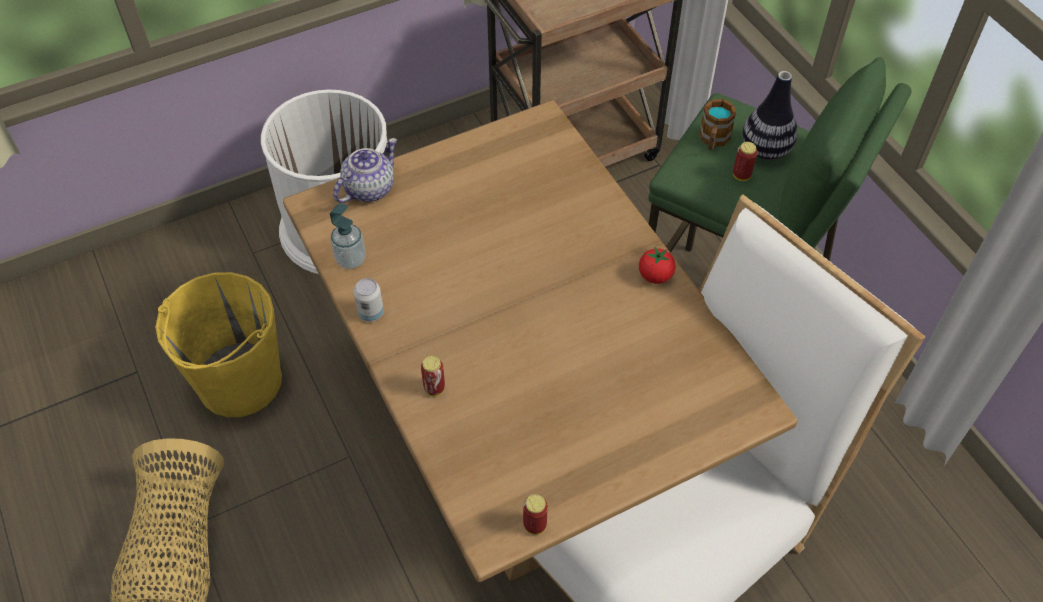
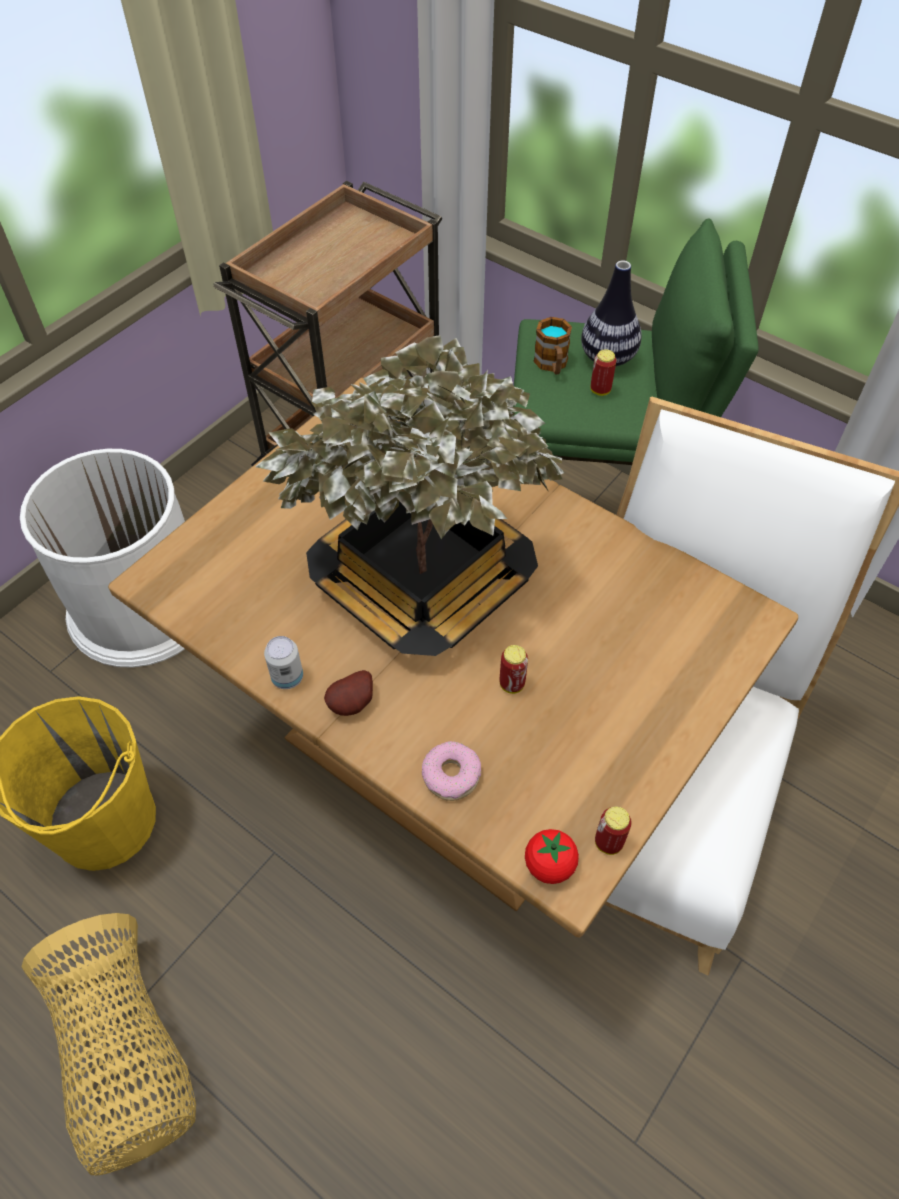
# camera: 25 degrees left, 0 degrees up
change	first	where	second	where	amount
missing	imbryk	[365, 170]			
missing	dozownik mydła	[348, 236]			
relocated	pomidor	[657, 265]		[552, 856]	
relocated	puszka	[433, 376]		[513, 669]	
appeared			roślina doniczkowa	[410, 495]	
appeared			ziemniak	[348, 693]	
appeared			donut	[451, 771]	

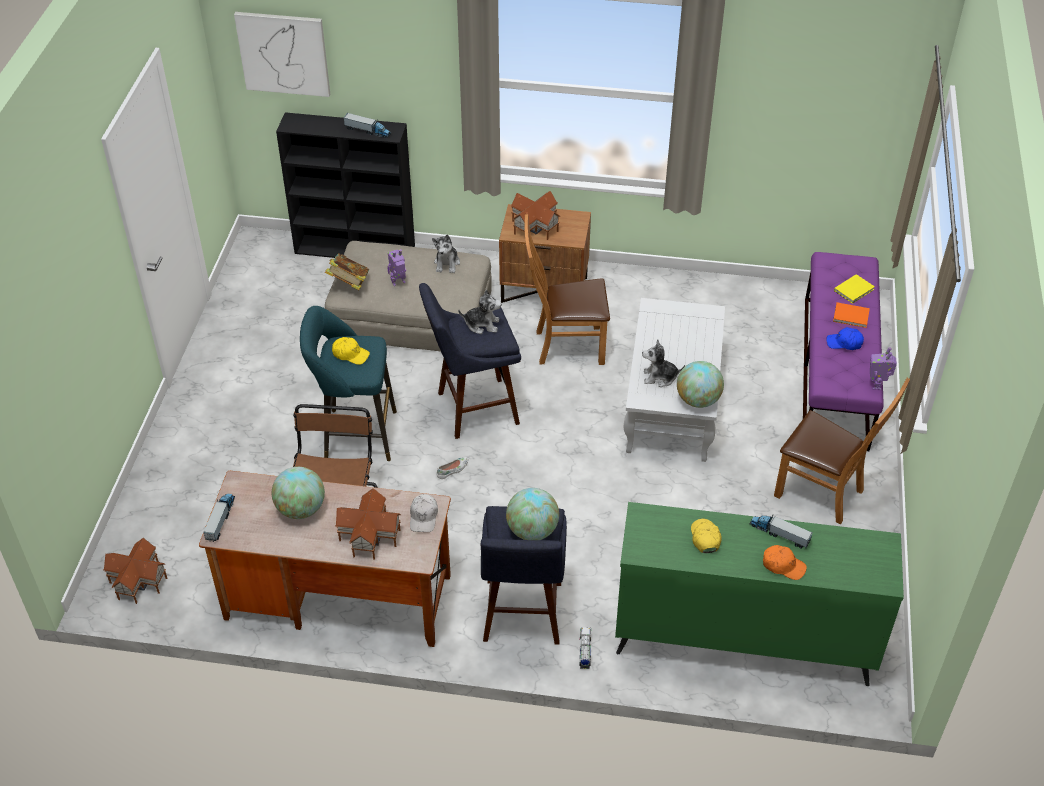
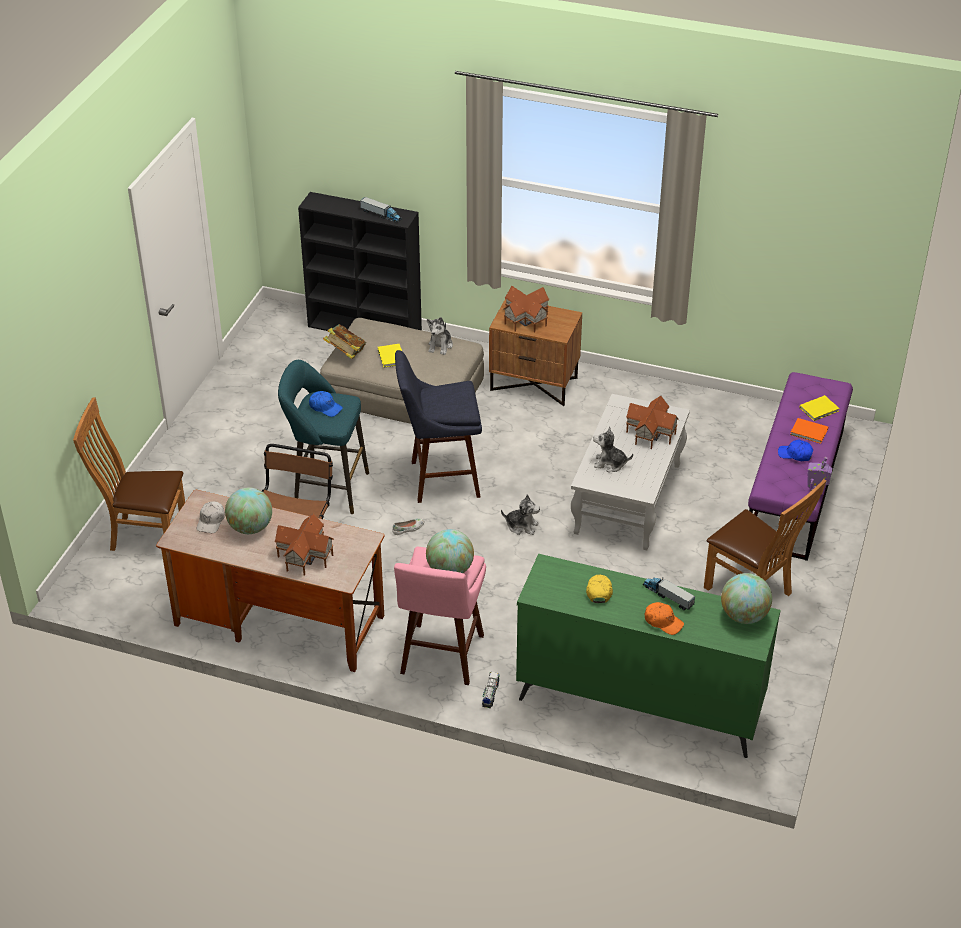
# camera: 10 degrees right, 5 degrees down
change	first	where	second	where	amount
missing	obraz	[282, 54]			
relocated	krzesło (brązowy)	[567, 289]		[129, 474]	
exchanged	robot zabawkowy	[396, 267]	książka (żółty)	[390, 355]	
relocated	pluszak	[480, 311]		[520, 514]	
colour	czapka z daszkiem (żółty)	[351, 351]	czapka z daszkiem (niebieski)	[326, 404]	
relocated	globus	[700, 384]		[746, 598]	
missing	ciężarówka zabawkowa	[219, 518]			
relocated	czapka z daszkiem (biały)	[424, 513]		[211, 517]	
colour	stołek (niebieski)	[524, 575]	stołek (różowy)	[440, 616]	
relocated	domek	[135, 571]		[652, 422]	

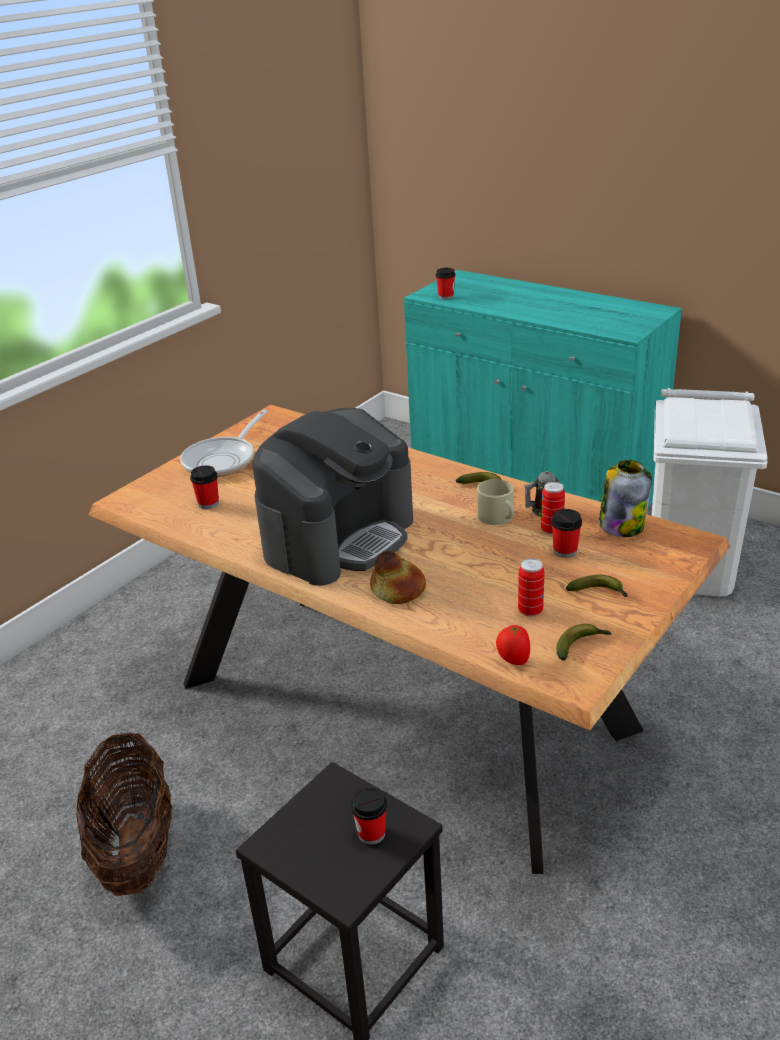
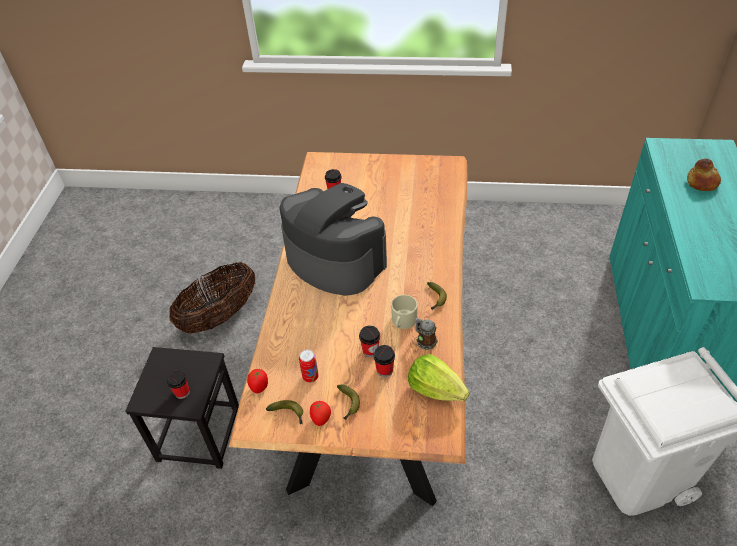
# camera: 60 degrees right, 15 degrees up
change	first	where	second	where	amount
relocated	filiżanka	[445, 284]		[369, 341]	
spun	ekspres do kawy	[332, 497]		[333, 239]	150 degrees counterclockwise
missing	patelnia	[224, 443]			
exchanged	słoik	[625, 498]	sałata	[439, 377]	
missing	puszka	[553, 508]			
relocated	chleb	[398, 577]		[704, 175]	
appeared			pomidor	[320, 413]	

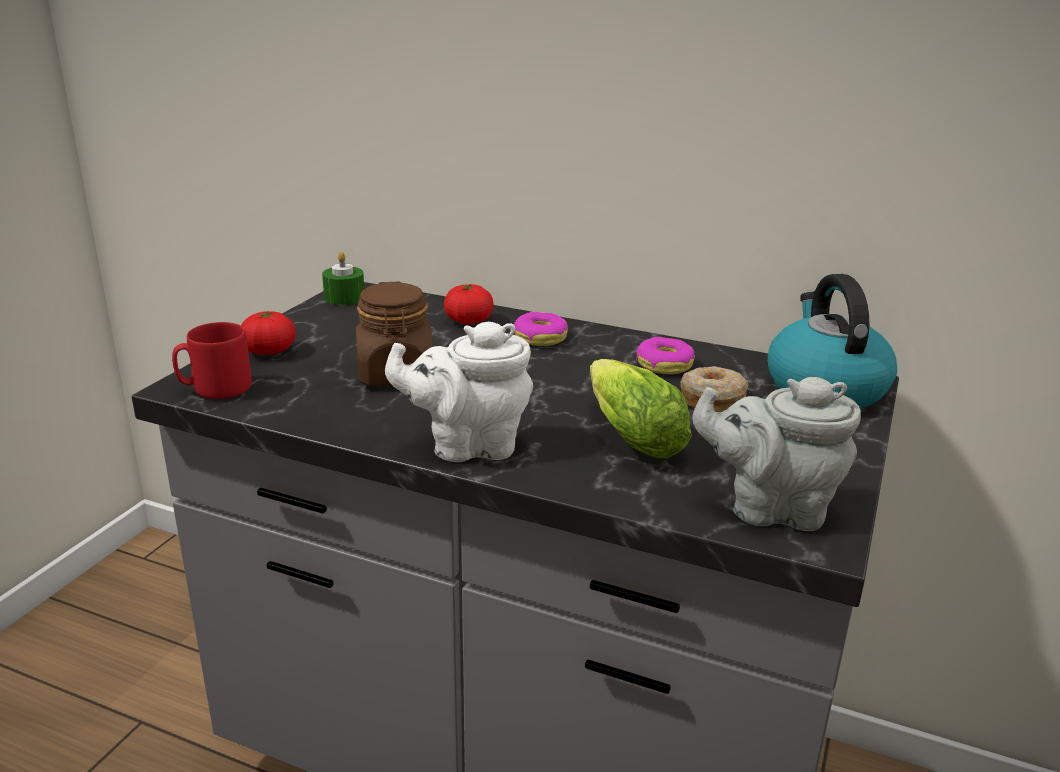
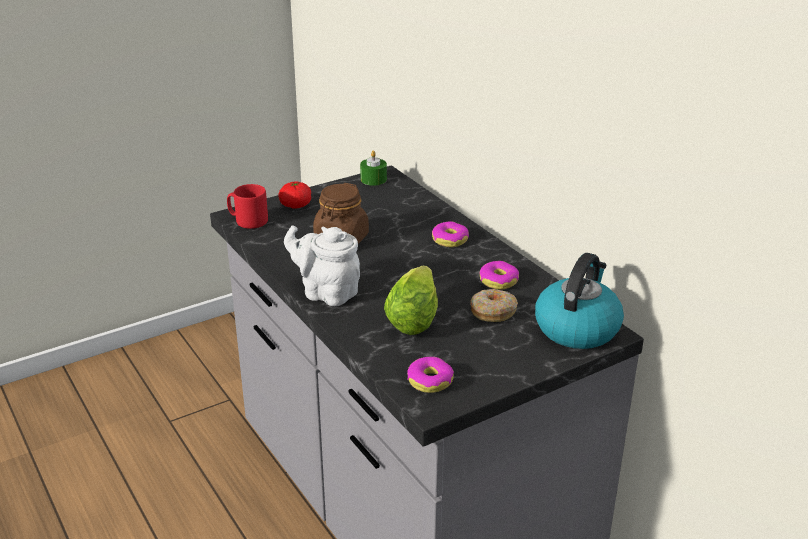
# camera: 35 degrees right, 5 degrees up
change	first	where	second	where	amount
missing	pomidor	[469, 304]			
exchanged	imbryk (szary)	[777, 454]	donut	[430, 375]	

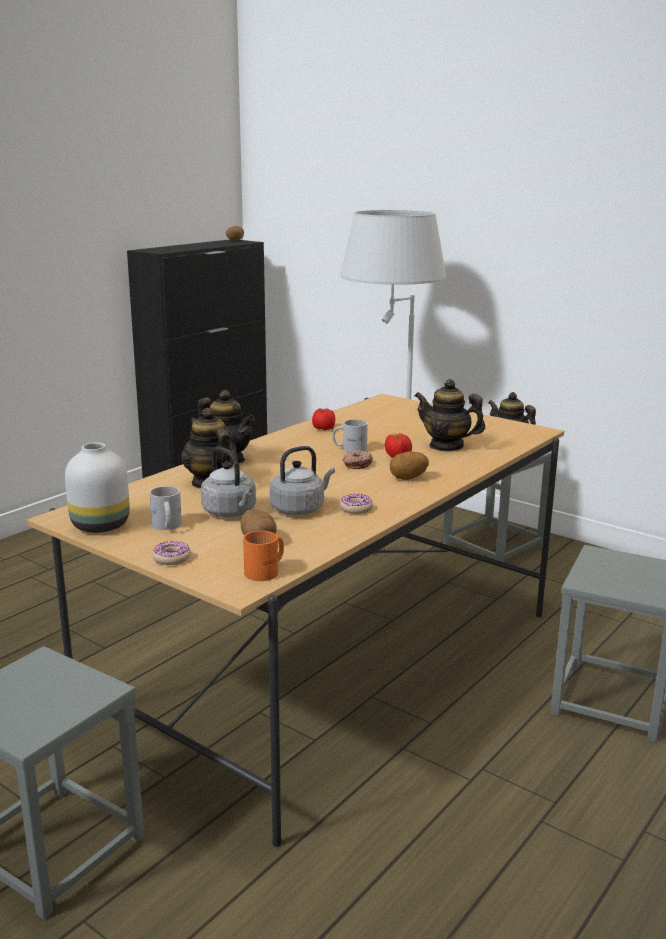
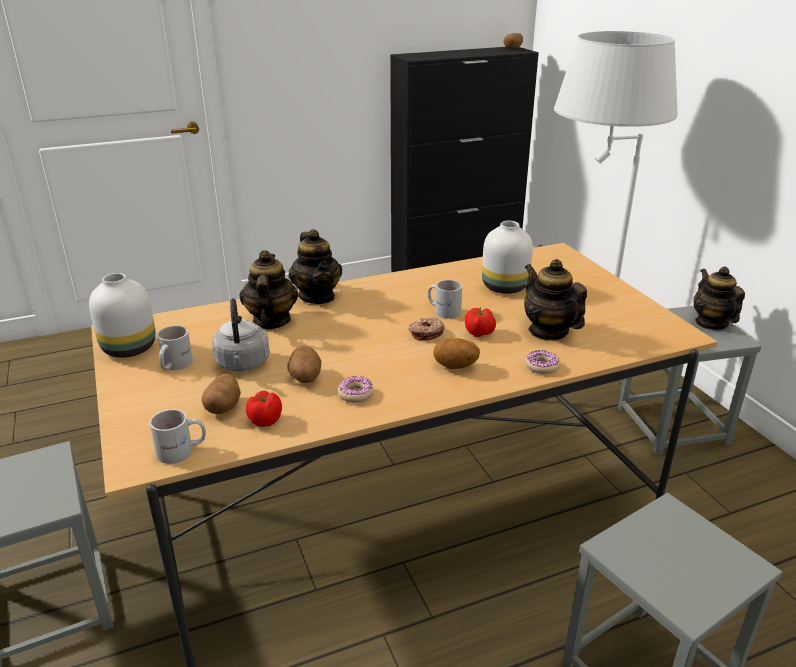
# camera: 30 degrees right, 10 degrees up
change	first	where	second	where	amount
relocated	pomidor	[323, 419]		[264, 409]	
exchanged	czajnik (szary)	[302, 480]	ziemniak	[304, 364]	
colour	kubek (pomarańczowy)	[263, 556]	kubek (biały)	[177, 436]	
relocated	donut	[171, 553]		[542, 362]	
appeared			wazon (biały)	[507, 257]	

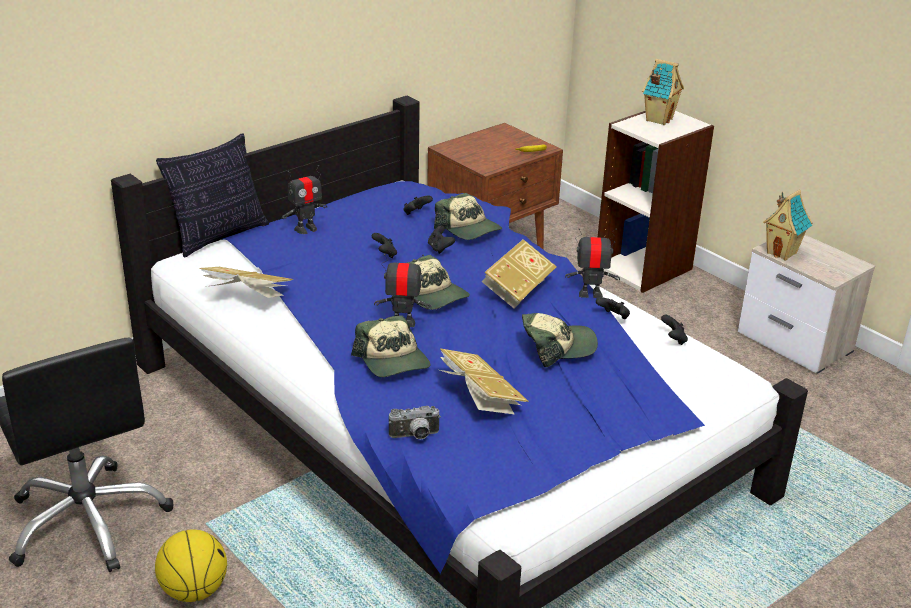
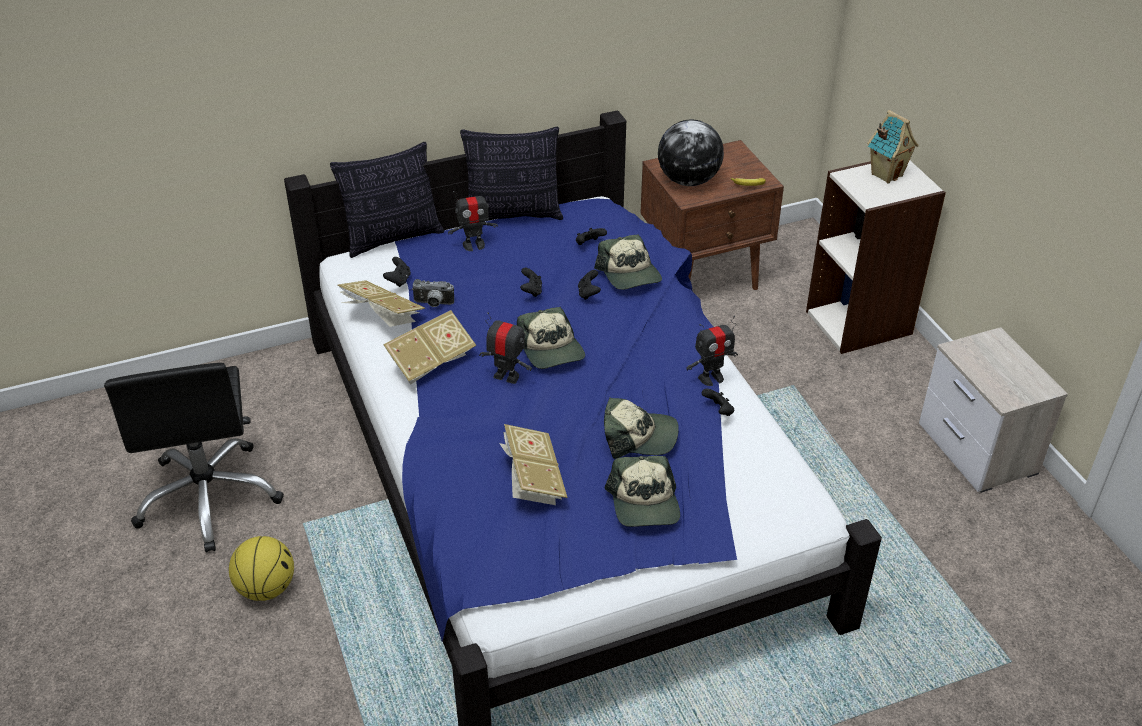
# camera: 20 degrees right, 10 degrees up
change	first	where	second	where	amount
missing	domek	[787, 225]			
spun	robot zabawkowy	[592, 263]		[712, 351]	135 degrees clockwise
relocated	książka	[519, 274]		[429, 347]	
relocated	czapka z daszkiem	[390, 346]		[642, 491]	
relocated	pad do gier (czarny)	[674, 330]		[397, 272]	
relocated	aparat fotograficzny	[415, 422]		[433, 293]	
appeared			globus	[691, 153]	
appeared			poduszka	[511, 174]	

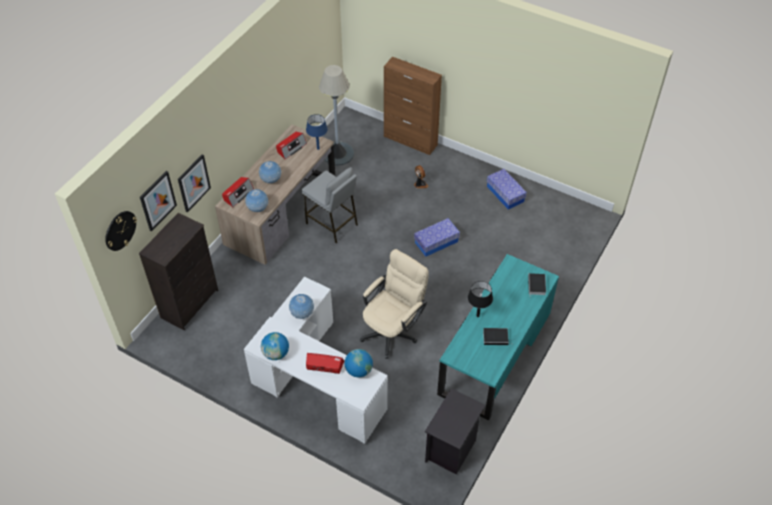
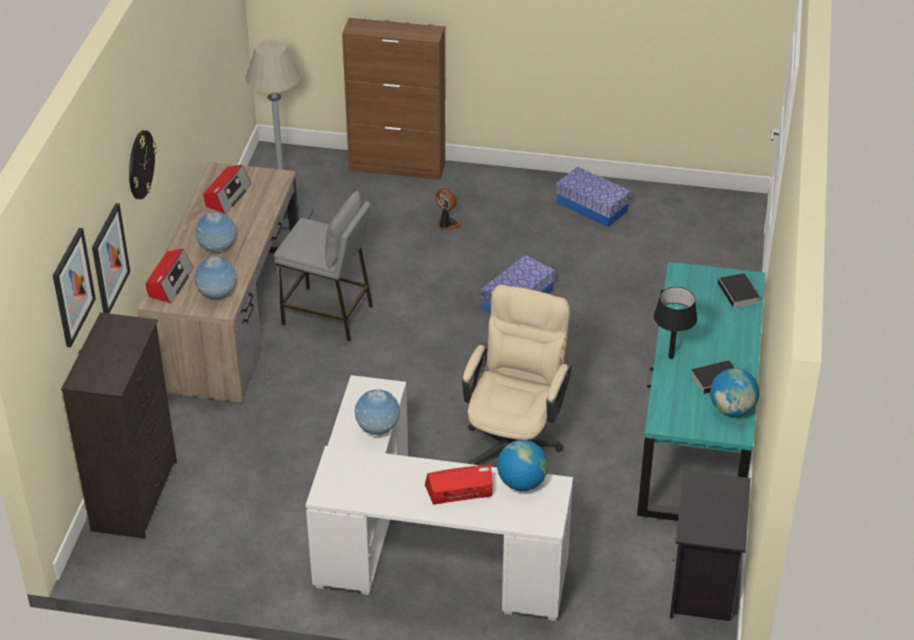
# camera: 20 degrees left, 10 degrees down
change	first	where	second	where	amount
missing	lampa stołowa (niebieski)	[317, 132]			
relocated	zegar ścienny	[121, 231]		[143, 164]	
relocated	globus	[275, 346]		[734, 392]	

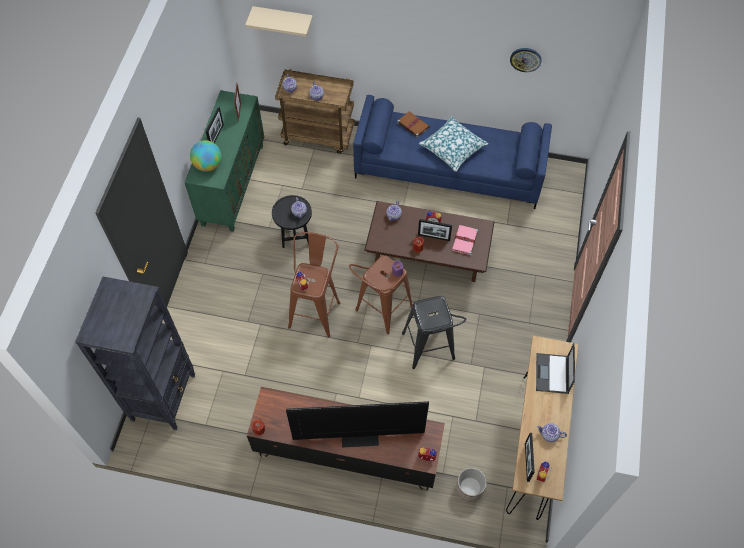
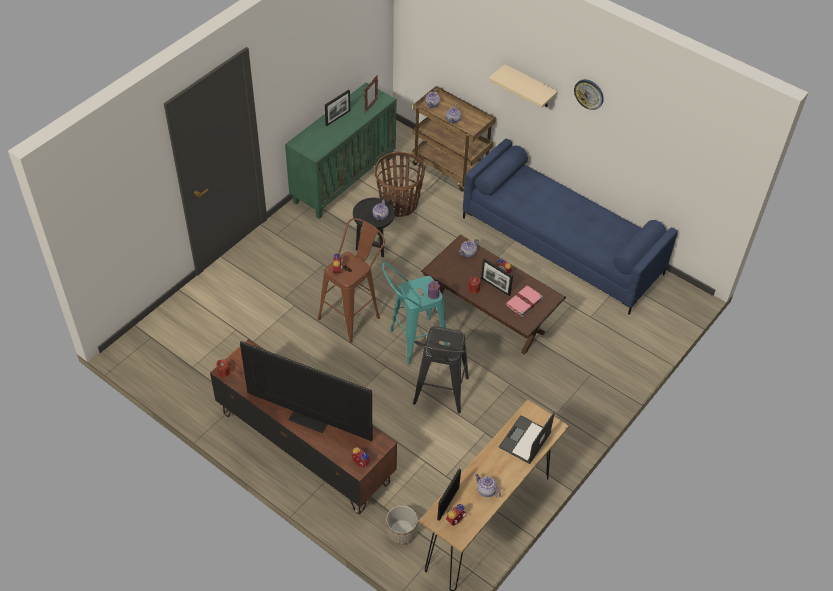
# camera: 25 degrees right, 10 degrees down
change	first	where	second	where	amount
relocated	półka (beżowy)	[279, 21]		[523, 86]	
relocated	zegar ścienny	[526, 60]		[589, 94]	
missing	książka (brązowy)	[413, 124]			
missing	poduszka	[454, 144]			
missing	globus	[205, 156]			
colour	stołek (brązowy)	[381, 295]	stołek (turkusowy)	[415, 313]	
missing	regał (czarny)	[135, 353]			
appeared			koszyk	[400, 184]	

